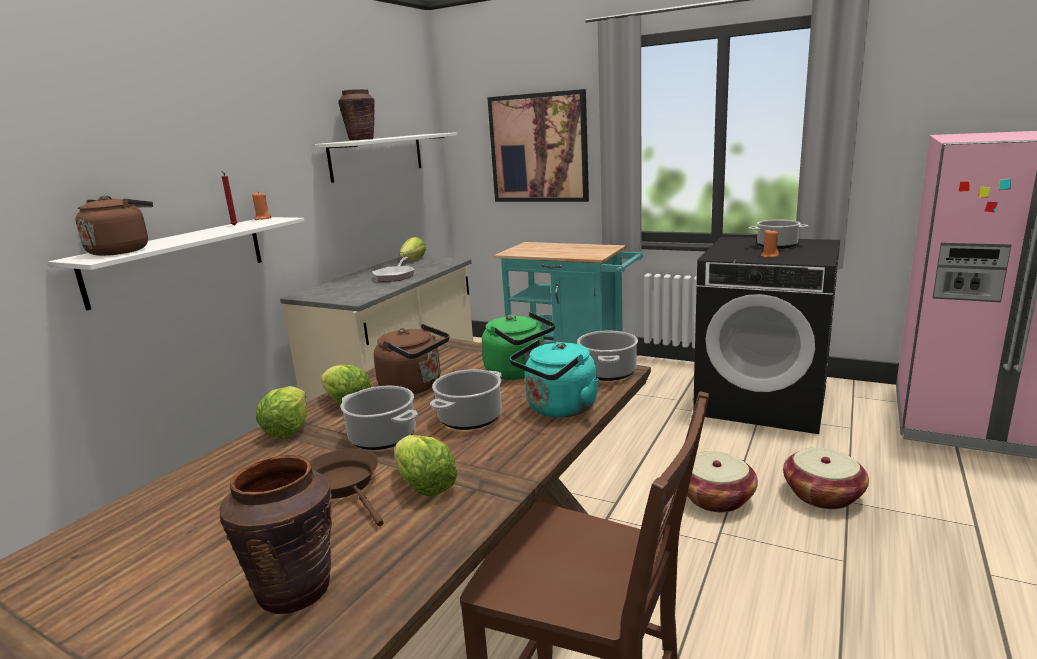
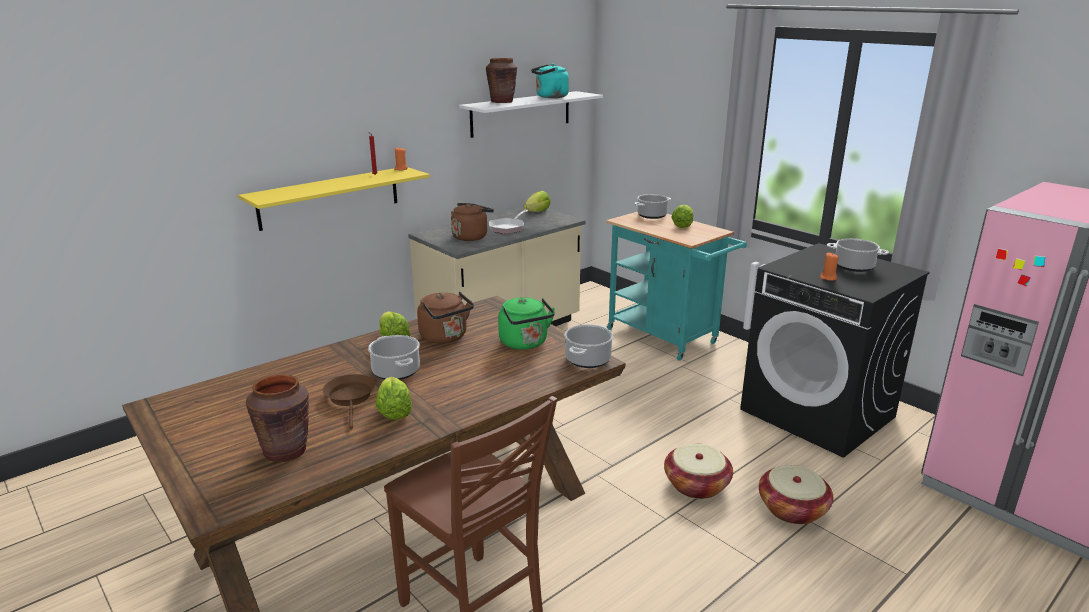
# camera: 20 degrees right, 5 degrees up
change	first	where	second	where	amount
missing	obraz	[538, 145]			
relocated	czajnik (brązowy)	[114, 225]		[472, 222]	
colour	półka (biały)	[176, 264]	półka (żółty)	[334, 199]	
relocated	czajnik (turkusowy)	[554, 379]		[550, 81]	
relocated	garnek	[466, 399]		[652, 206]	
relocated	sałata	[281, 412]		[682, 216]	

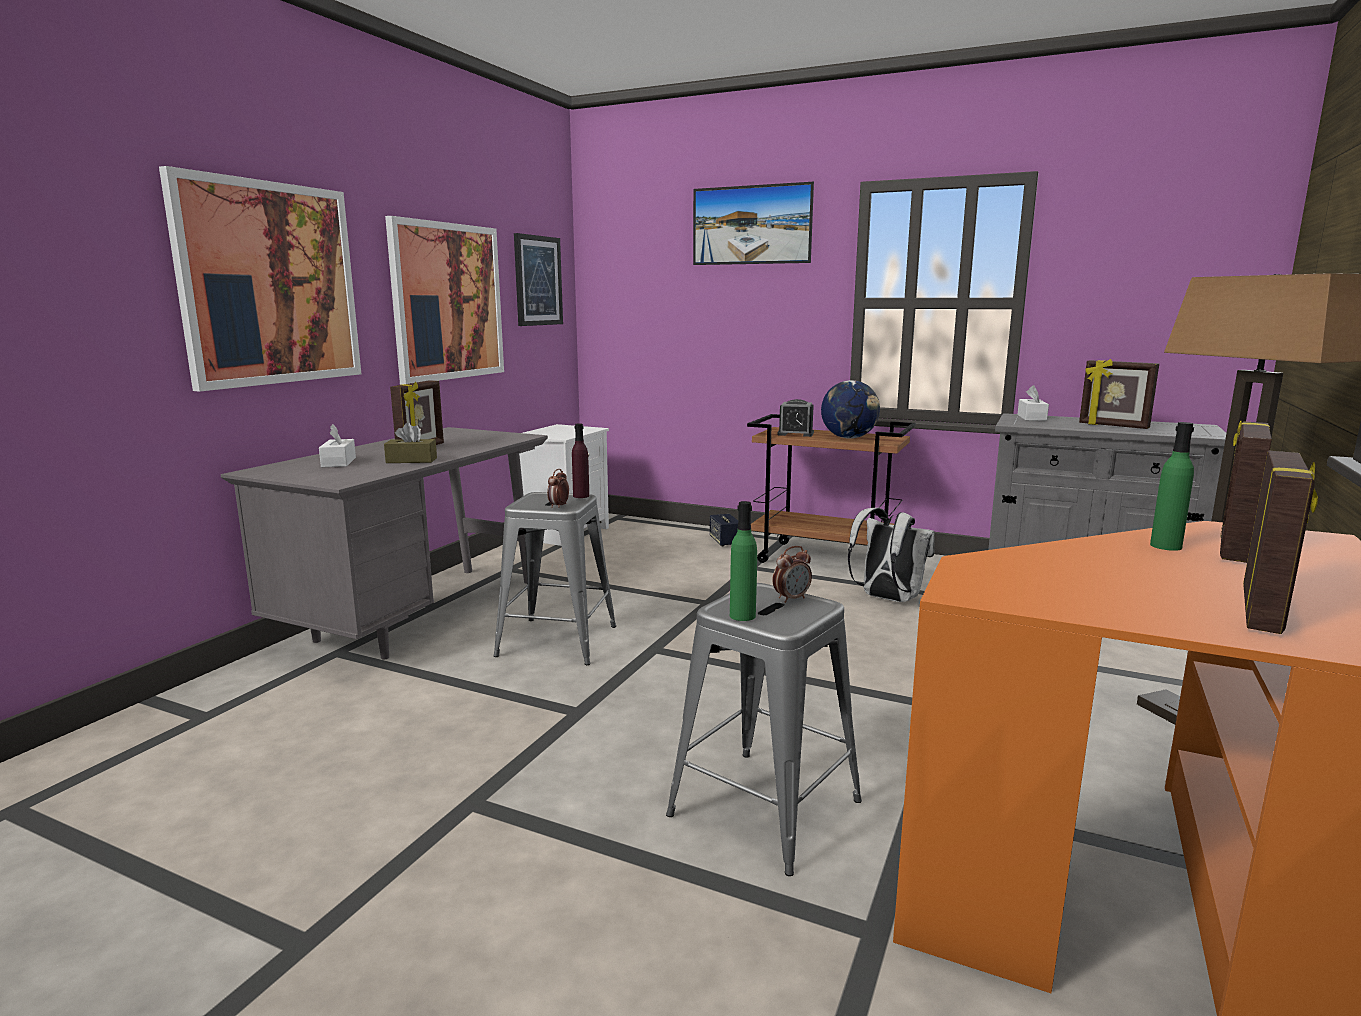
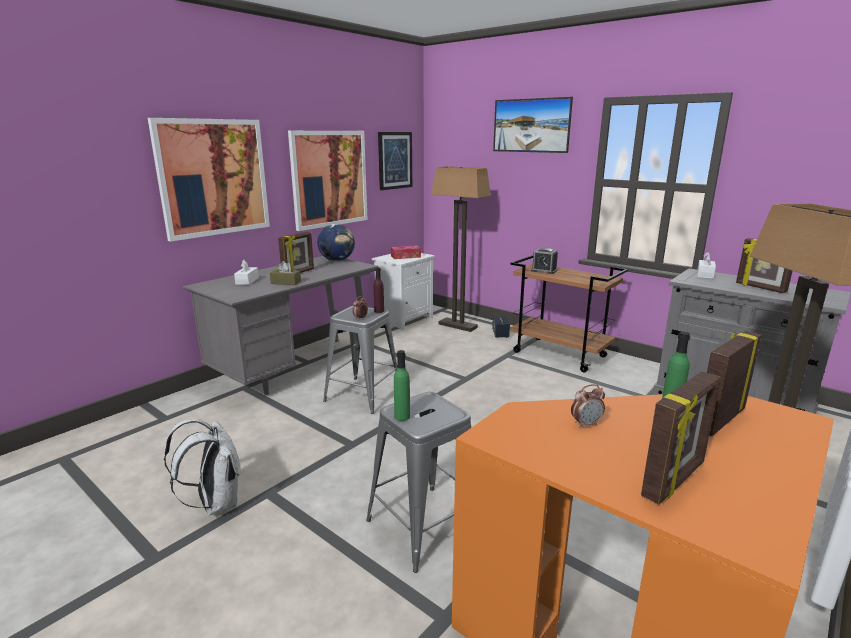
# camera: 15 degrees right, 5 degrees up
change	first	where	second	where	amount
relocated	globus	[850, 409]		[336, 242]	
relocated	plecak (biały)	[891, 555]		[202, 467]	
relocated	budzik	[792, 574]		[588, 406]	
appeared			lampa stojąca	[461, 249]	
appeared			pudełko chusteczek	[406, 252]	

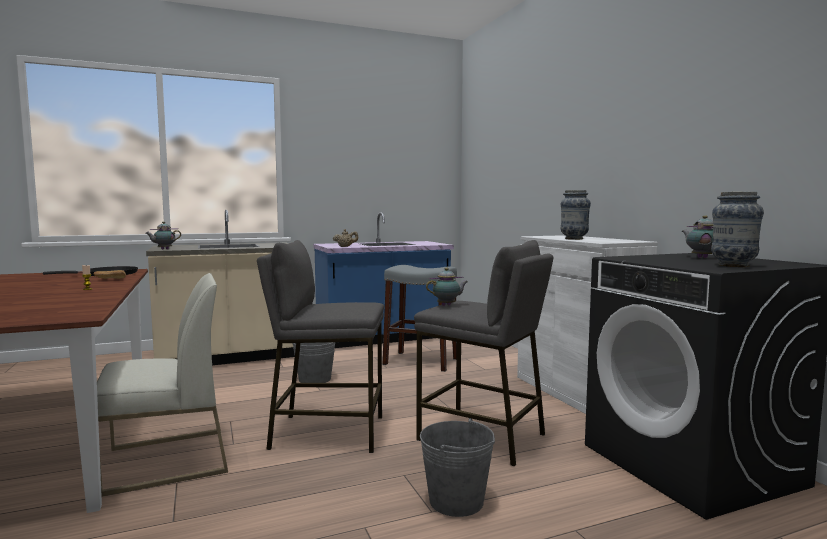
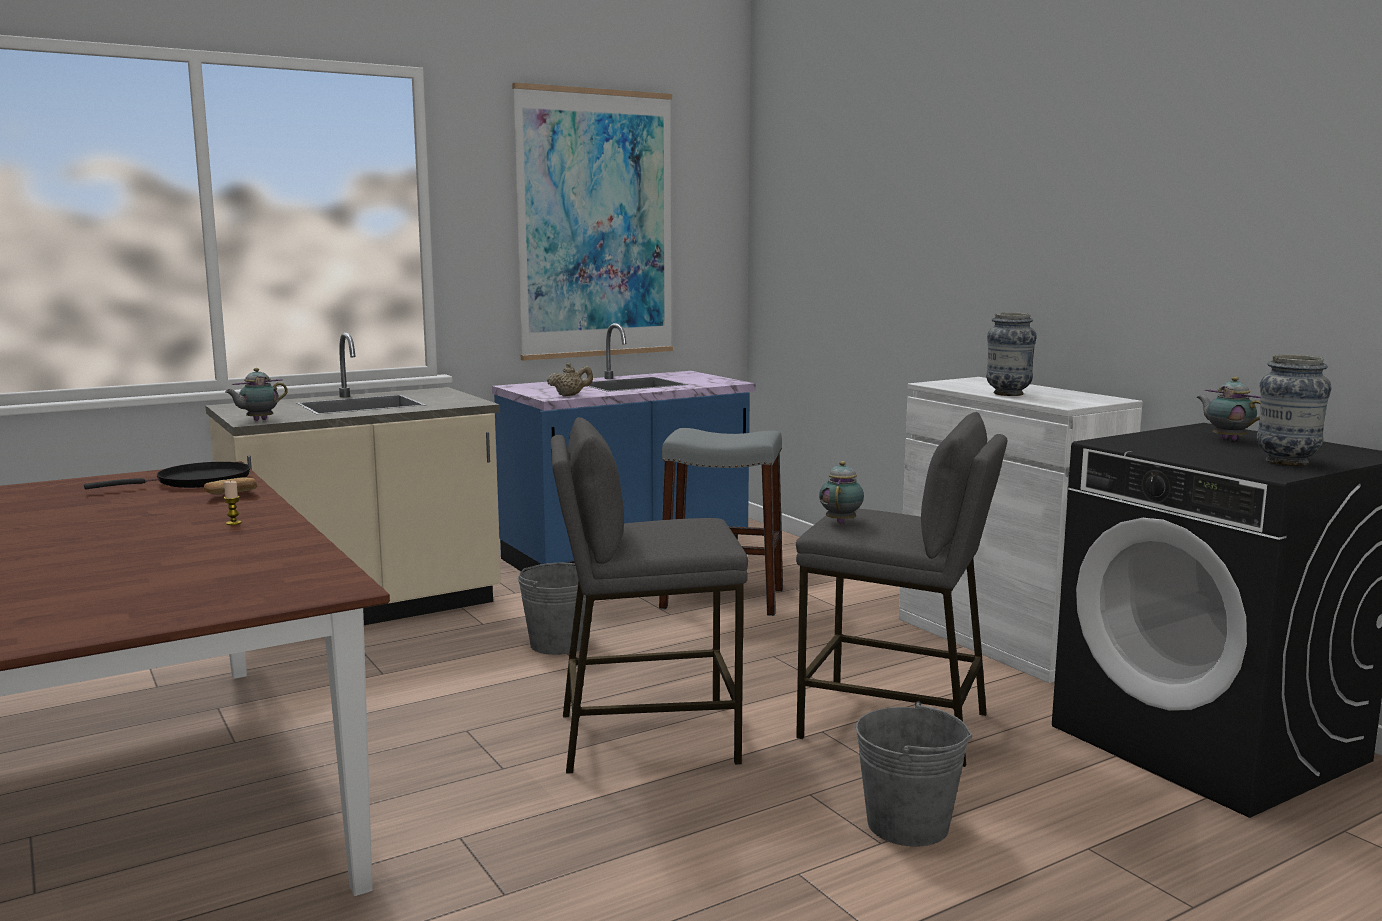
# camera: 10 degrees left, 5 degrees up
change	first	where	second	where	amount
spun	imbryk	[447, 287]		[841, 492]	45 degrees counterclockwise
missing	krzesło (biały)	[162, 385]			
appeared			obraz	[592, 221]	

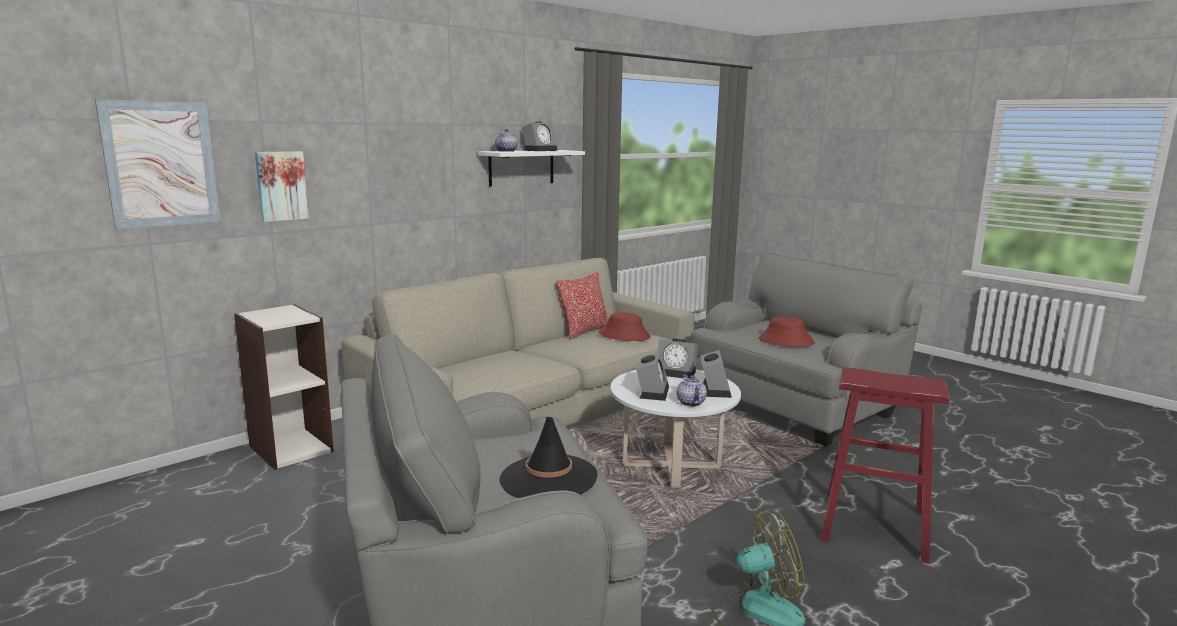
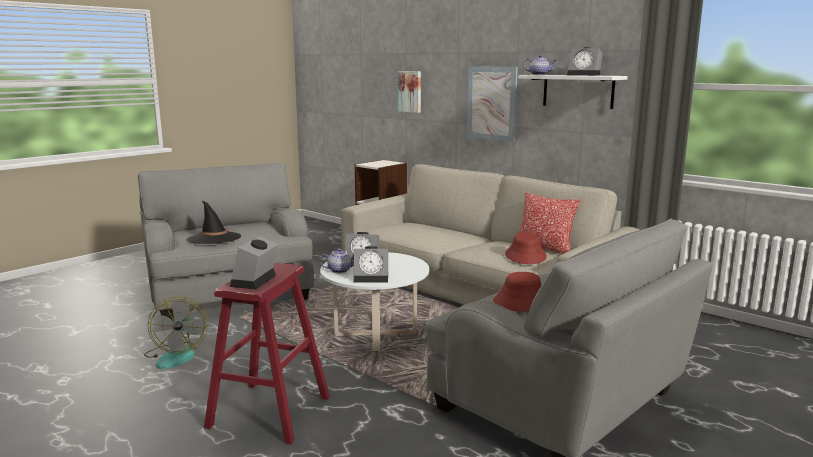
# camera: 85 degrees right, 0 degrees up
change	first	where	second	where	amount
relocated	obraz	[157, 164]		[492, 104]	
relocated	budzik	[678, 358]		[254, 262]	

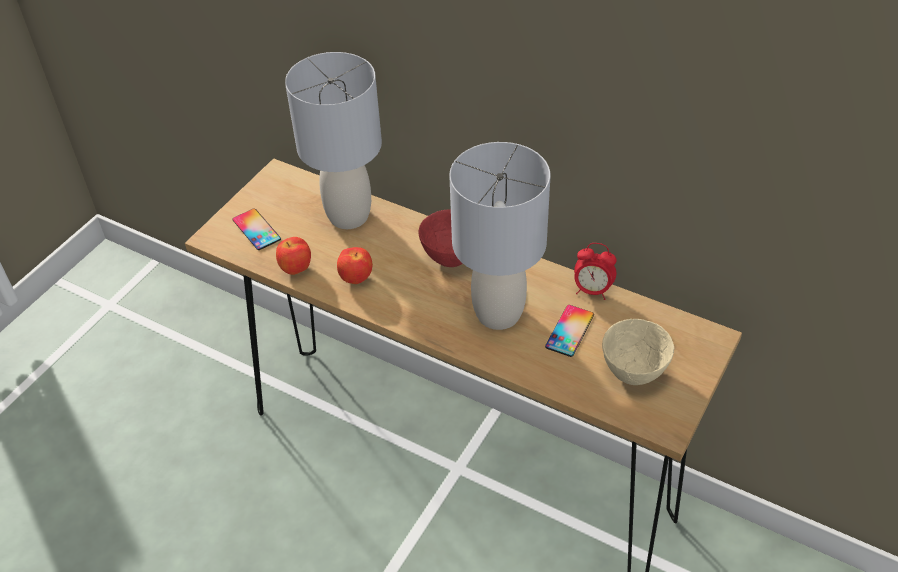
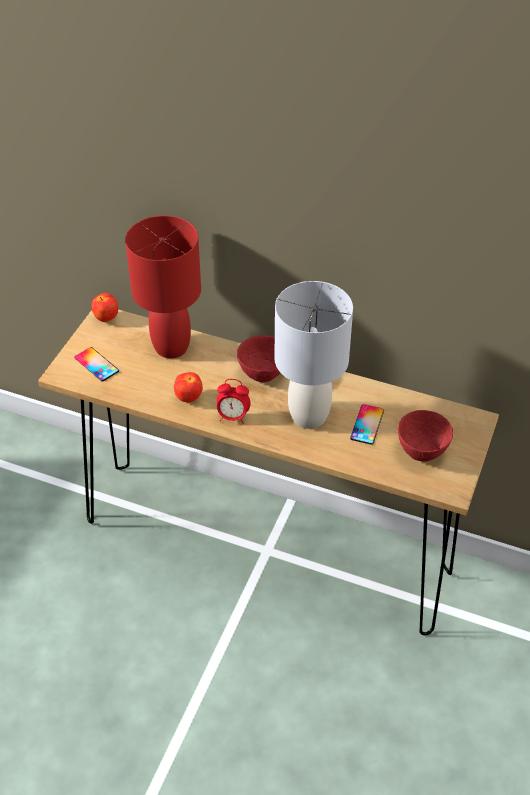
# camera: 10 degrees left, 0 degrees up
change	first	where	second	where	amount
colour	lampa stołowa (szary)	[333, 140]	lampa stołowa (czerwony)	[163, 286]	
relocated	jabłko	[293, 256]		[105, 307]	
relocated	budzik	[595, 271]		[234, 401]	
colour	miska (beżowy)	[638, 352]	miska (czerwony)	[425, 436]	

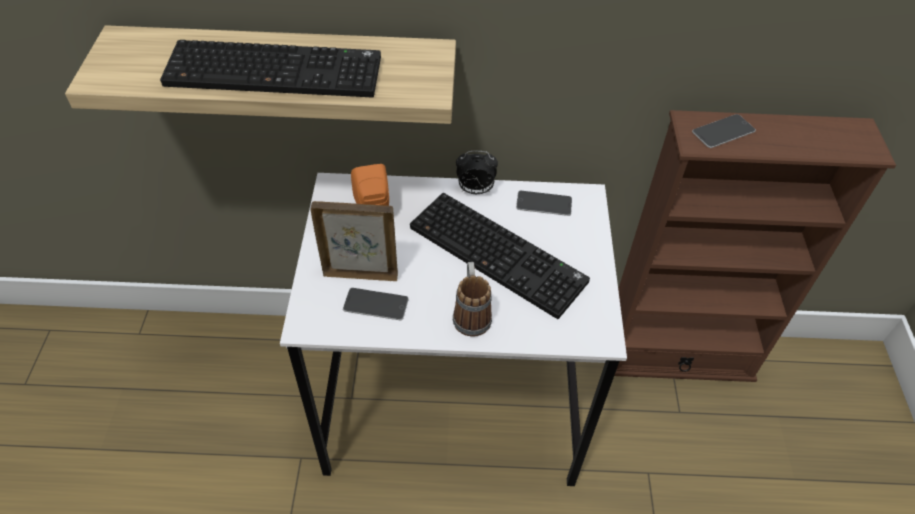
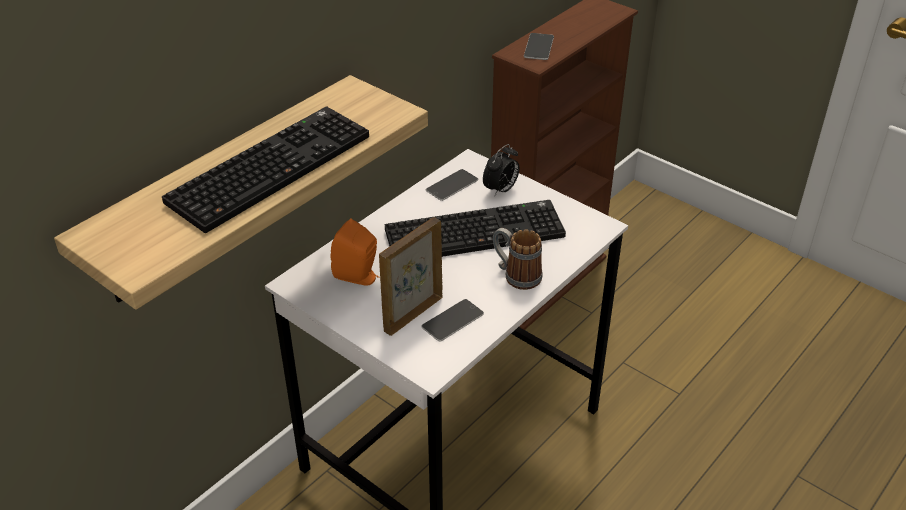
# camera: 50 degrees left, 10 degrees down
change	first	where	second	where	amount
relocated	budzik	[477, 172]		[501, 170]	

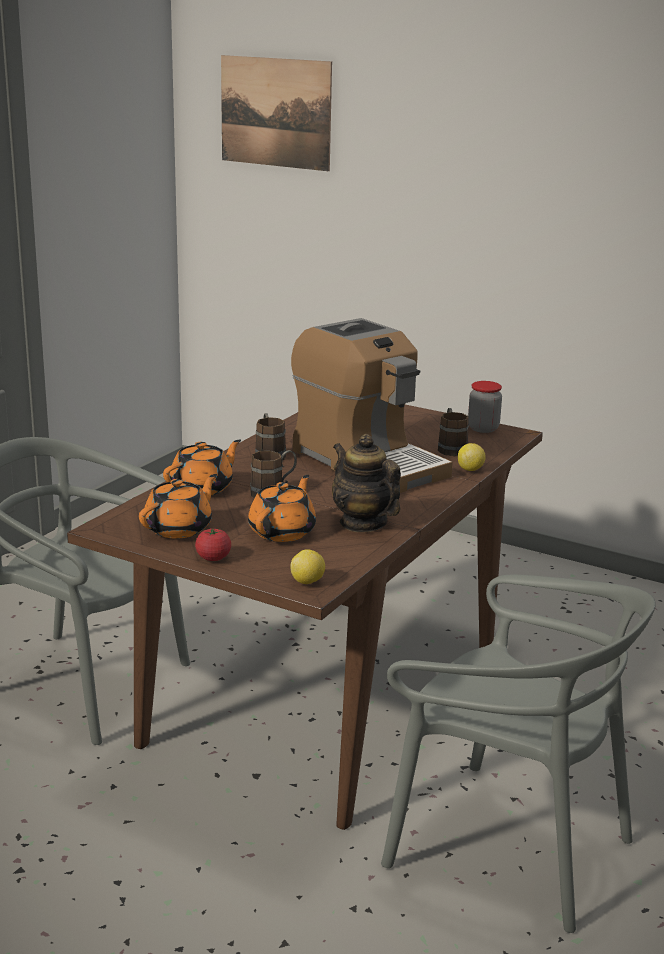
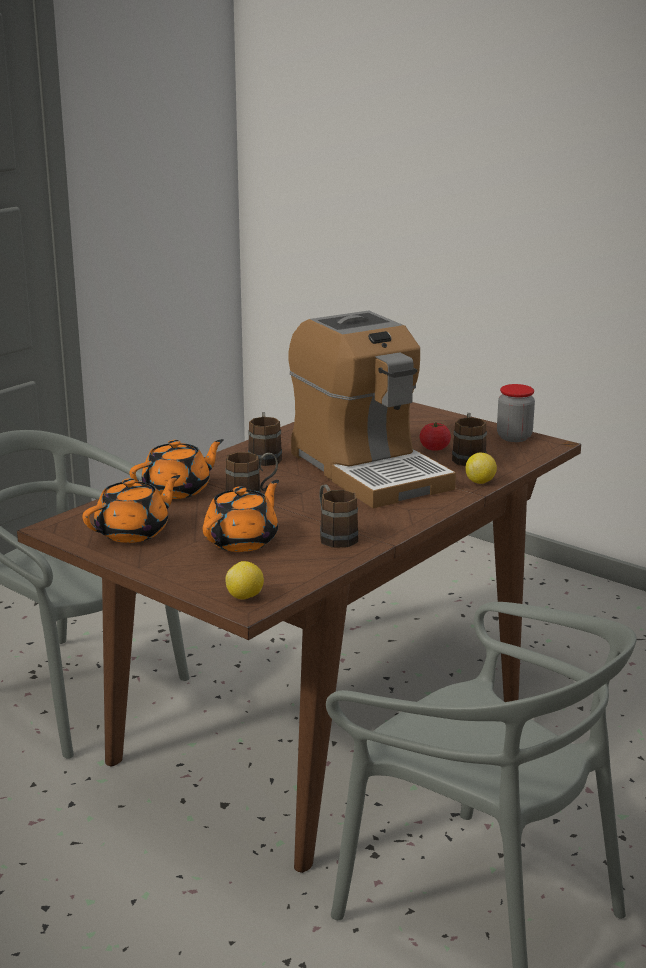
# camera: 10 degrees right, 0 degrees up
change	first	where	second	where	amount
missing	obraz	[276, 113]			
exchanged	imbryk	[366, 483]	kubek (brązowy)	[338, 516]	
relocated	pomidor	[213, 544]		[435, 436]	

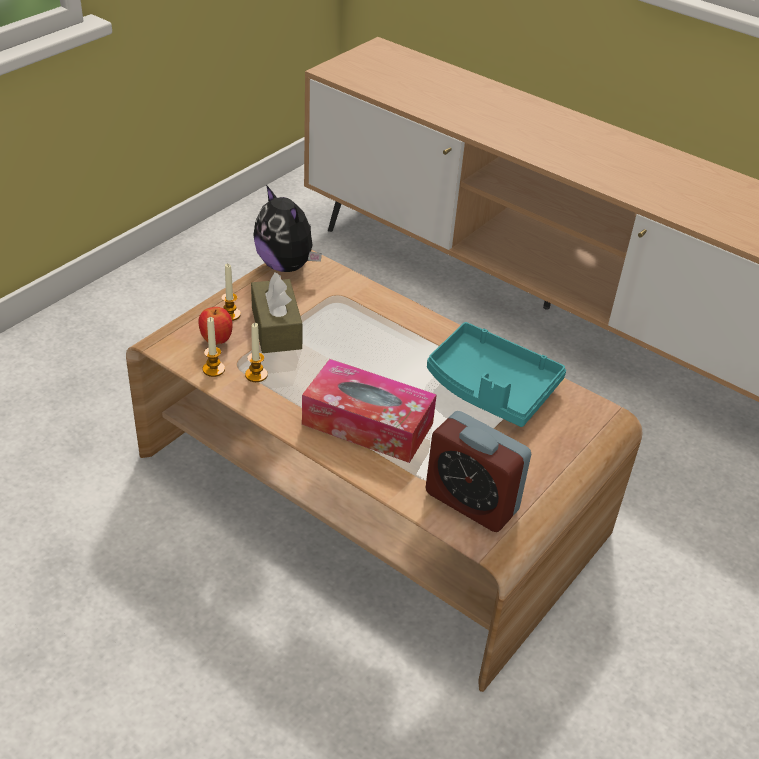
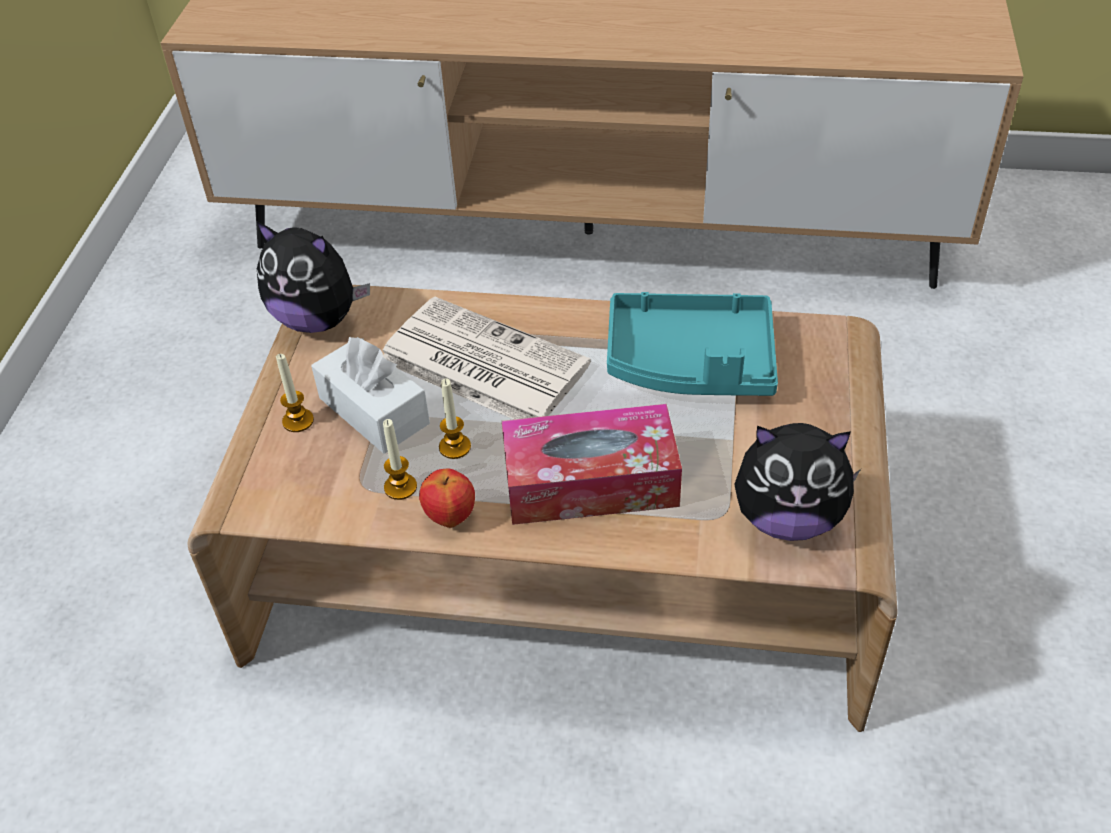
# camera: 25 degrees left, 5 degrees up
change	first	where	second	where	amount
colour	pudełko chusteczek (brązowy)	[277, 312]	pudełko chusteczek (biały)	[370, 395]	
relocated	jabłko	[215, 326]		[447, 498]	
relocated	świeca	[214, 347]		[455, 419]	
exchanged	budzik	[478, 471]	pluszak	[797, 482]	
appeared			gazeta	[487, 358]	

